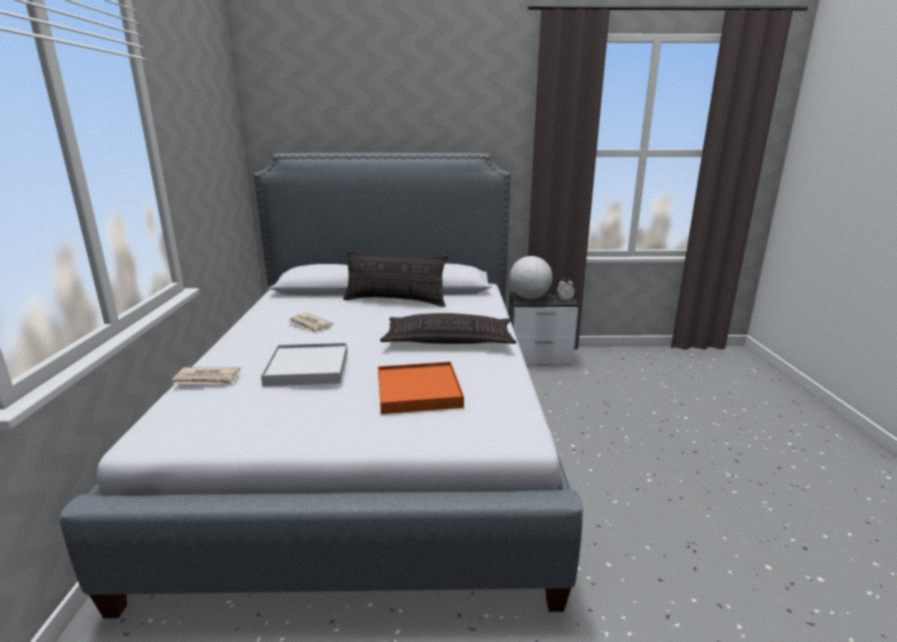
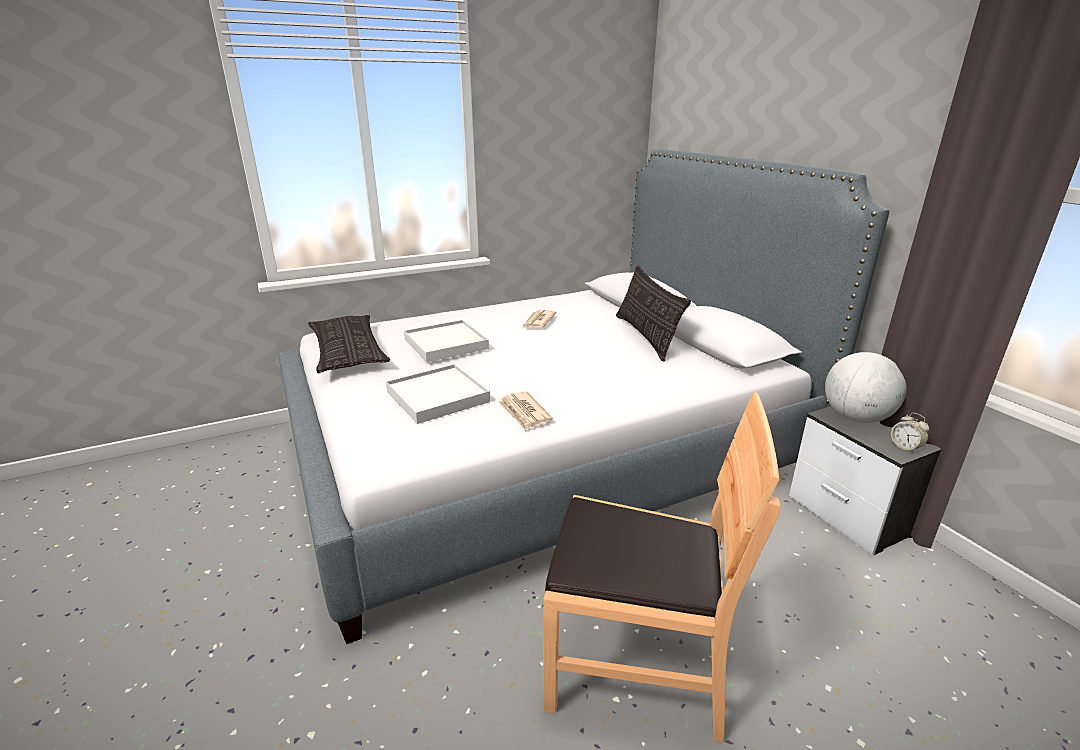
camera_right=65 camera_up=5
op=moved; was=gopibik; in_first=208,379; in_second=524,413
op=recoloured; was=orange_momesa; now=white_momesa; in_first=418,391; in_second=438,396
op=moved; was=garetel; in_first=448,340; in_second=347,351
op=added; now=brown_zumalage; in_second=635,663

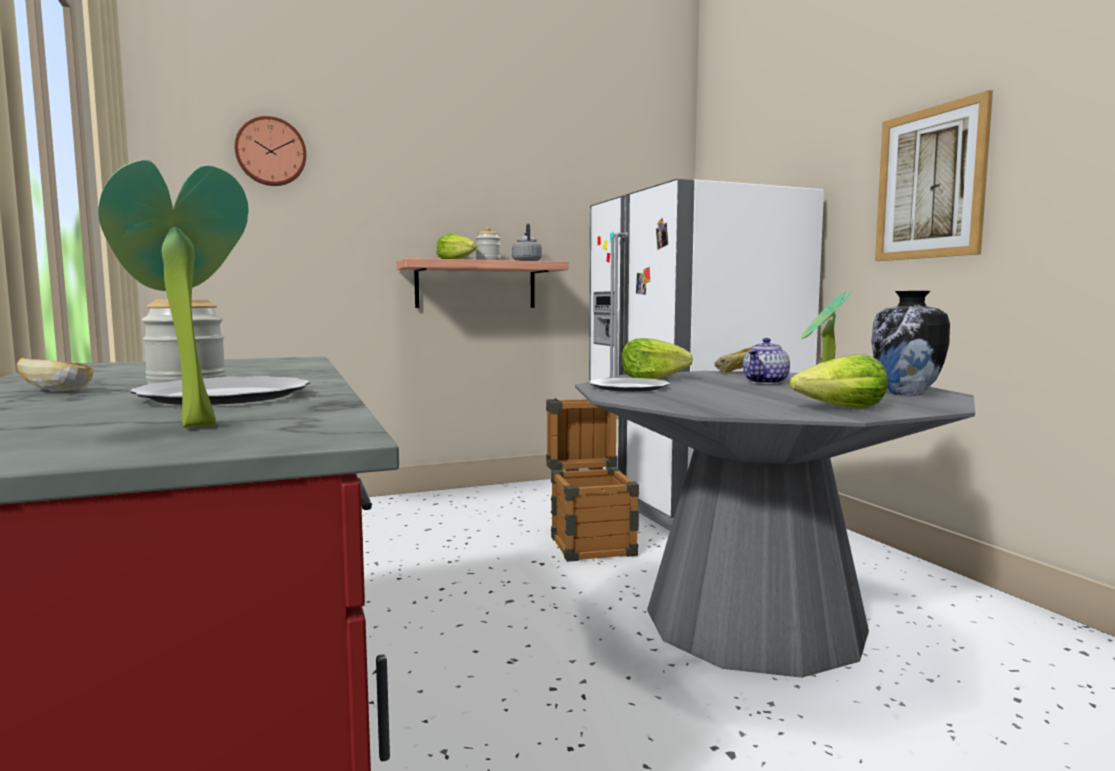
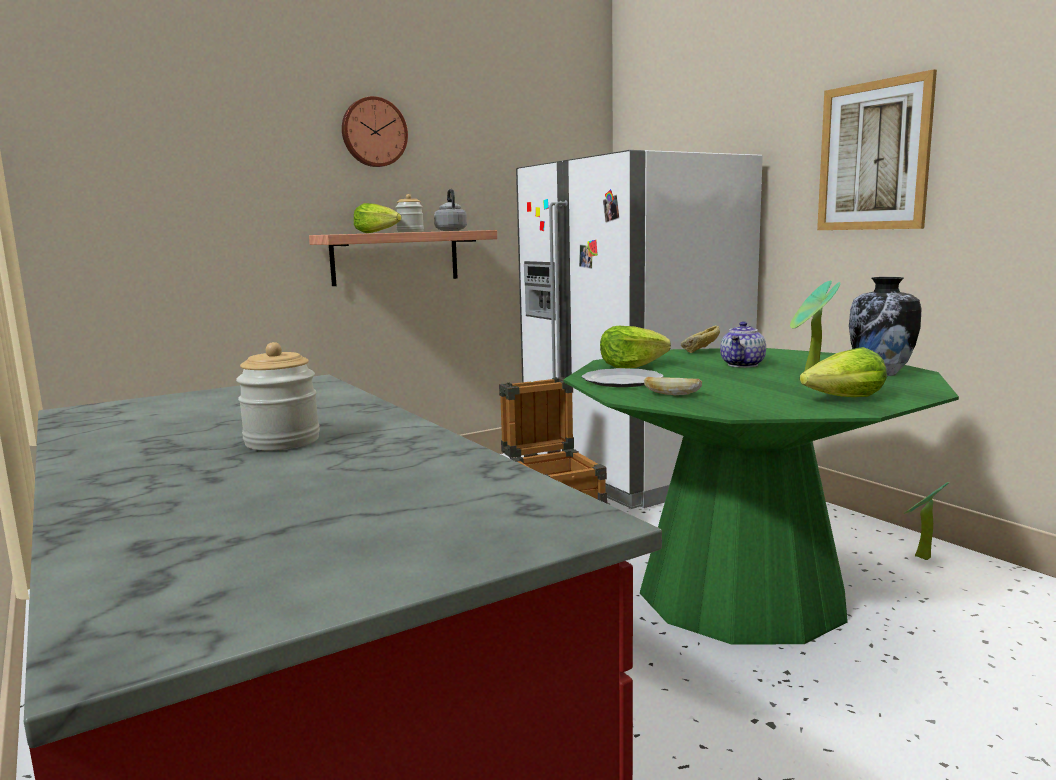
camera_right=-10 camera_up=5
op=moved; was=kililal; in_first=56,390; in_second=672,395
op=moved; was=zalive; in_first=189,425; in_second=920,558
op=removed; was=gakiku; in_first=226,396
op=moved; was=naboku; in_first=271,152; in_second=373,132
op=recoloured; was=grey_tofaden; now=green_tofaden; in_first=754,620; in_second=741,592

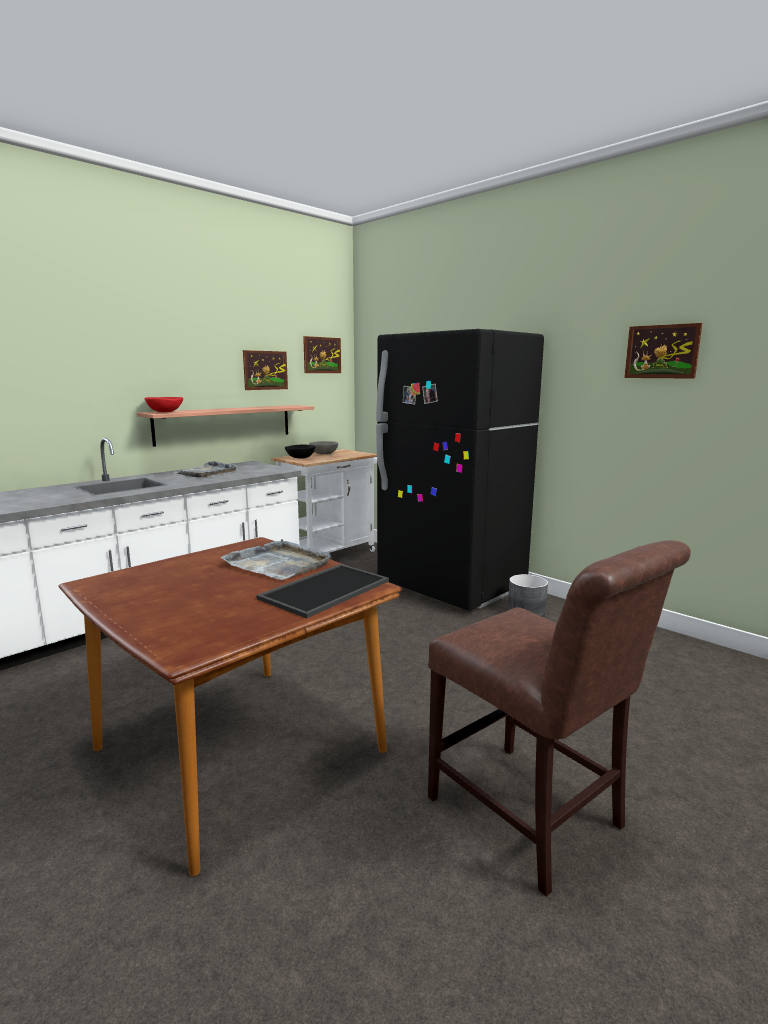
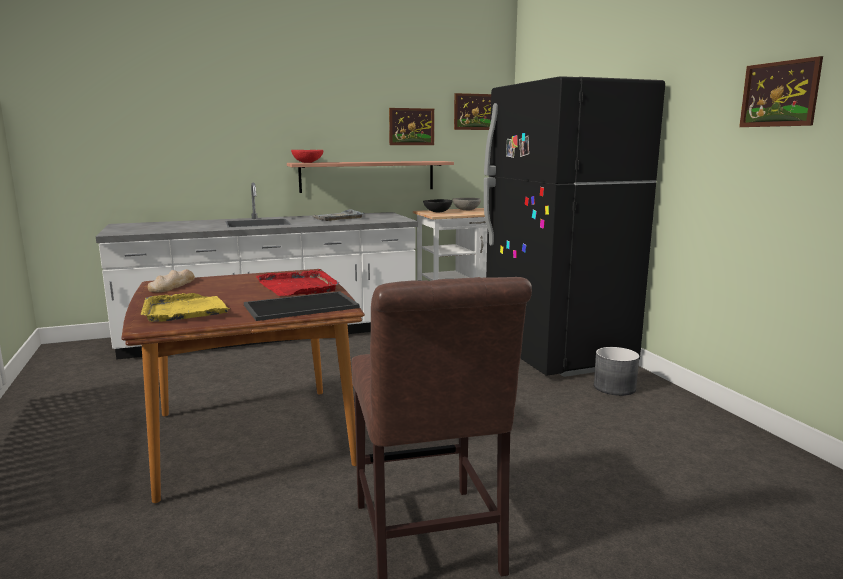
camera_right=25 camera_up=0
op=recoloured; was=grey_momesa; now=red_momesa; in_first=279,563; in_second=299,286
op=added; now=yellow_momesa; in_second=185,311
op=added; now=kililal; in_second=172,285

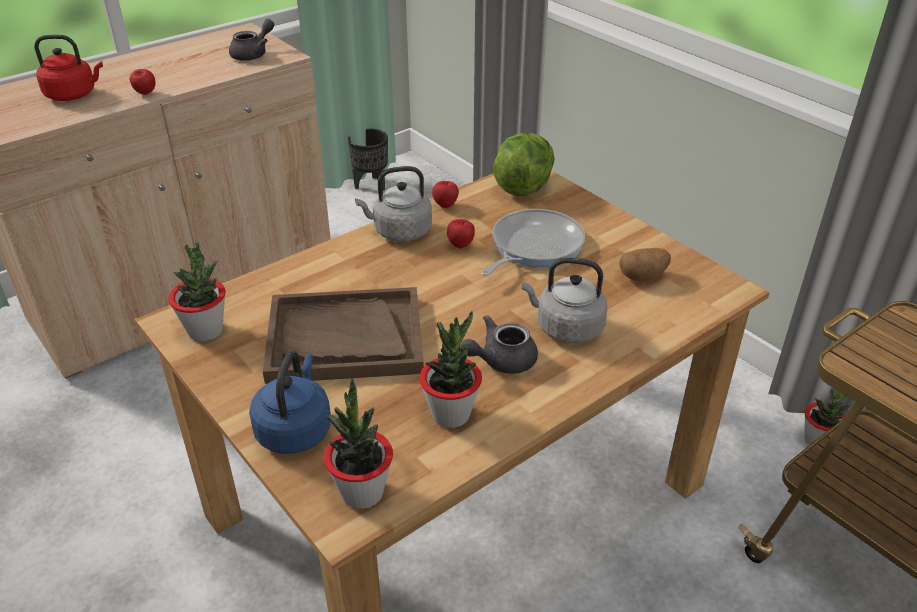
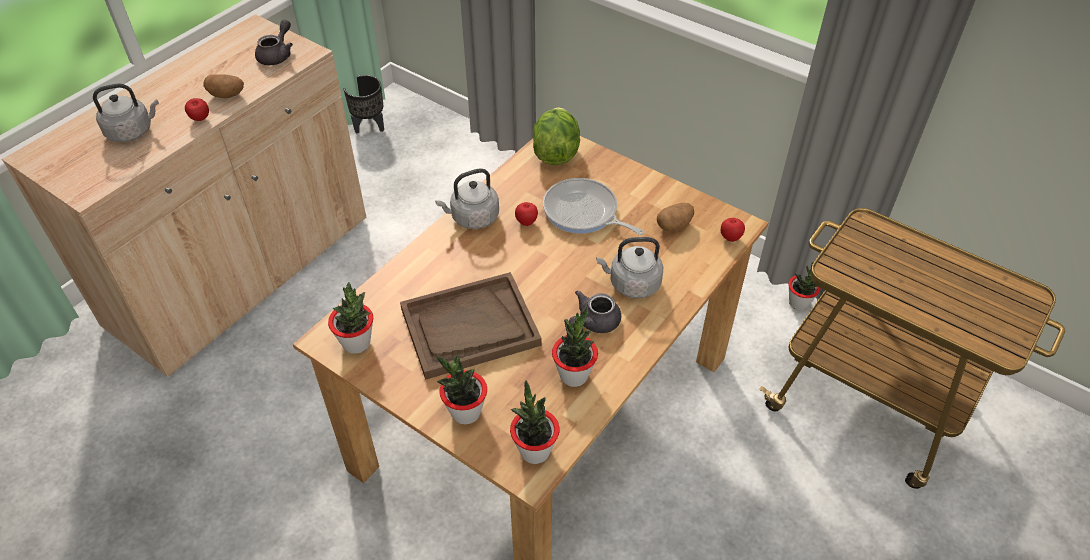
camera_right=-15 camera_up=10
op=recoloured; was=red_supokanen; now=grey_supokanen; in_first=74,95; in_second=132,131
op=replaced; was=blue_supokanen; now=zalive; in_first=295,429; in_second=465,412
op=moved; was=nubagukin; in_first=445,206; in_second=730,238
op=turned; was=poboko; in_first=533,246; in_second=583,213; clockwise=-75
op=added; now=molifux; in_second=227,95

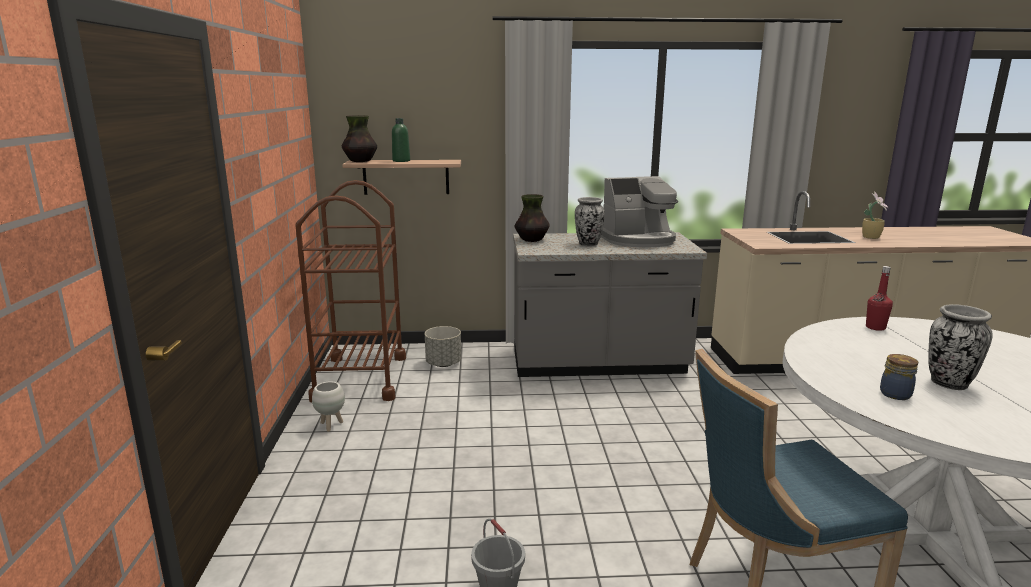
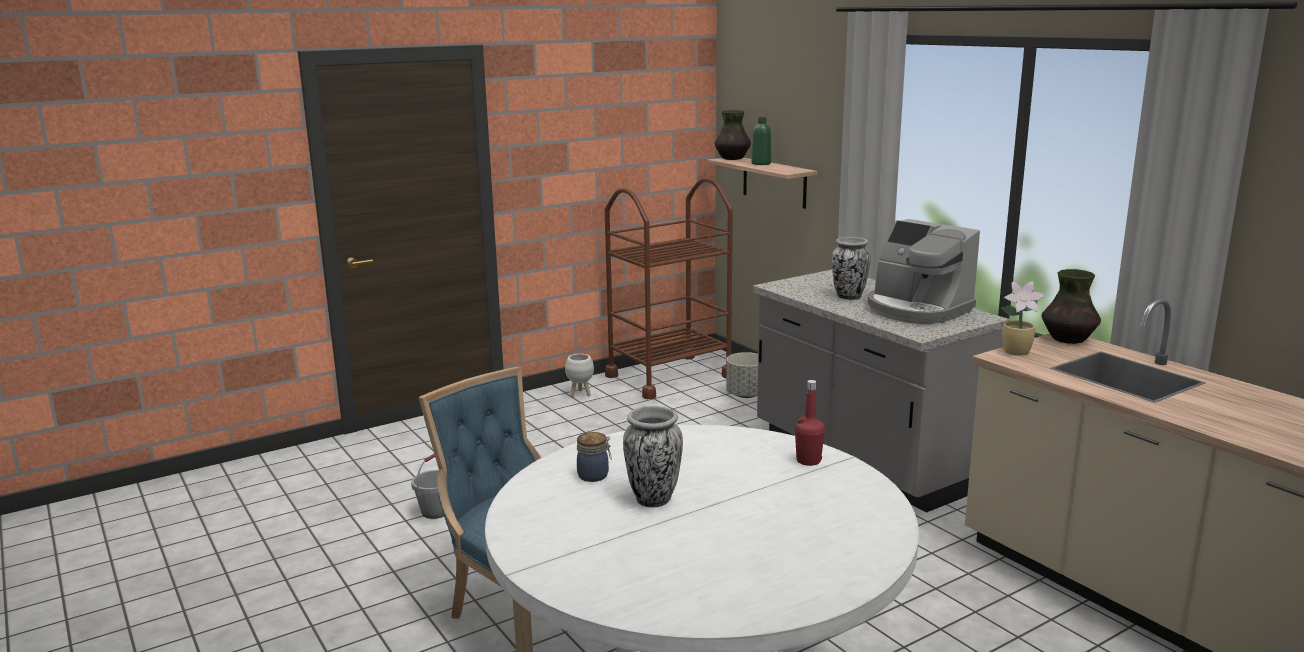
camera_right=60 camera_up=0
op=moved; was=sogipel; in_first=531,240; in_second=1068,340
op=moved; was=zalive; in_first=871,237; in_second=1018,352

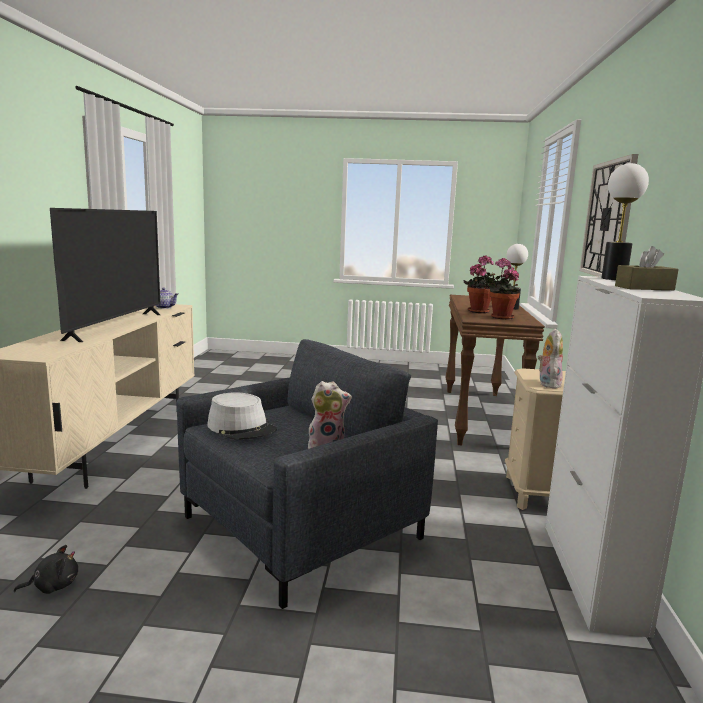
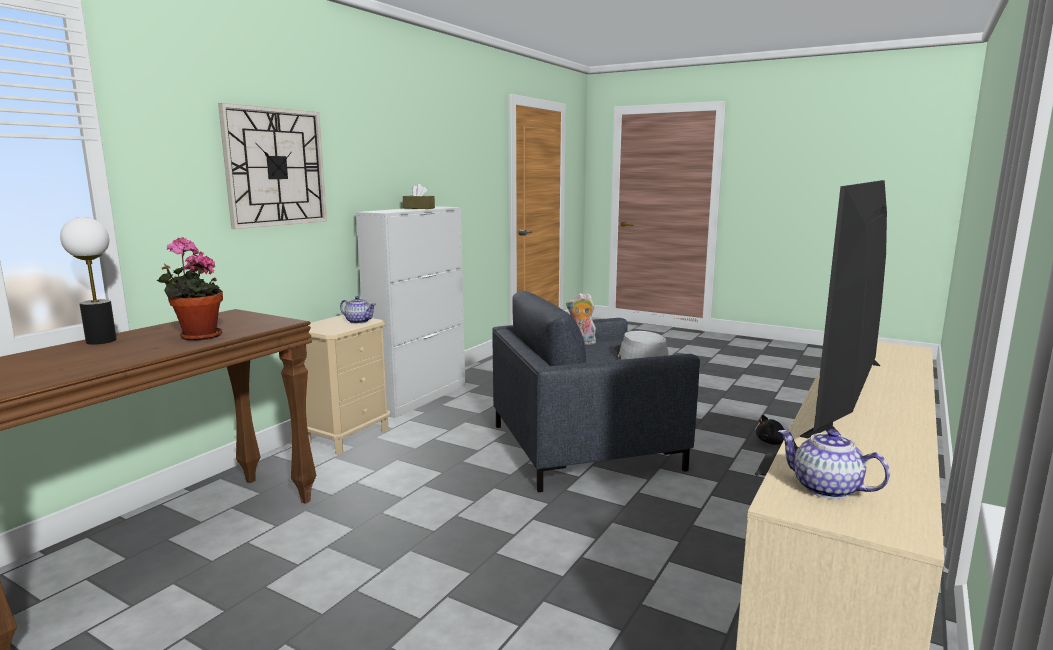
camera_right=-155 camera_up=0
op=removed; was=zalive; in_first=500,317
op=replaced; was=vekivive; now=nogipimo; in_first=547,384; in_second=358,321
op=removed; was=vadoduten; in_first=613,279

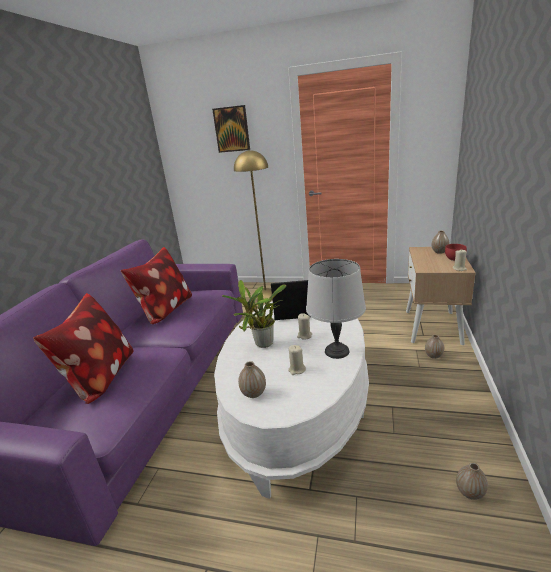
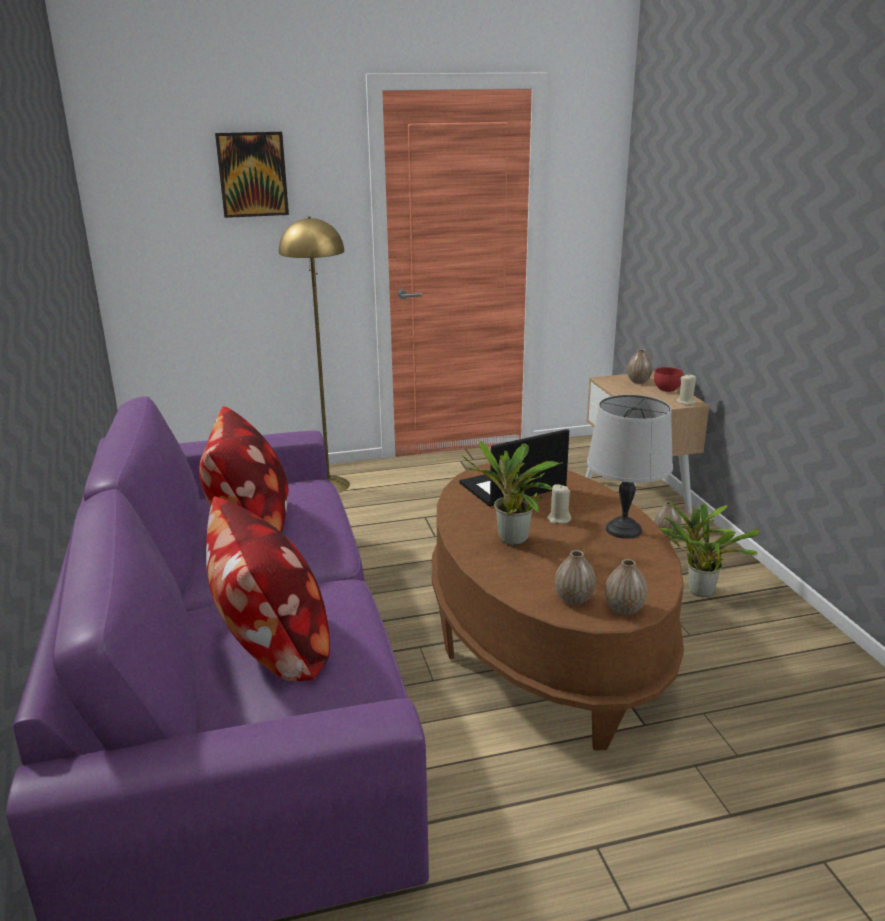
camera_right=-30 camera_up=0
op=recoloured; was=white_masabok; now=brown_masabok; in_first=298,408; in_second=545,639
op=removed; was=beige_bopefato; in_first=296,370
op=moved; was=sogipel; in_first=470,492; in_second=624,609
op=added; now=zalive; in_second=697,590

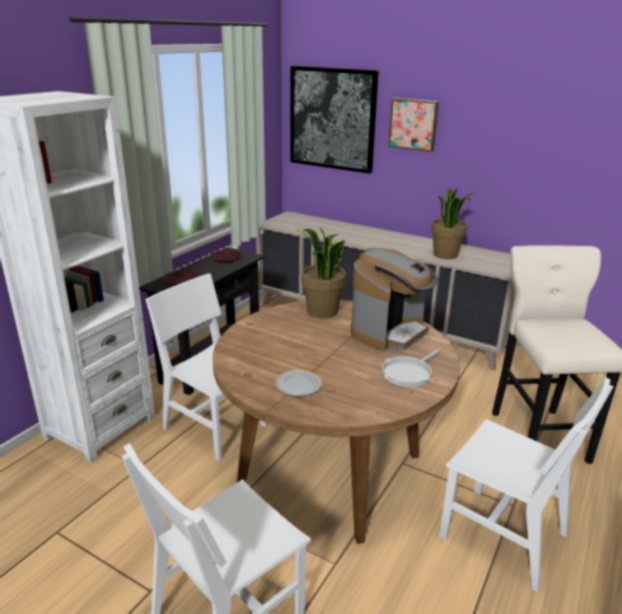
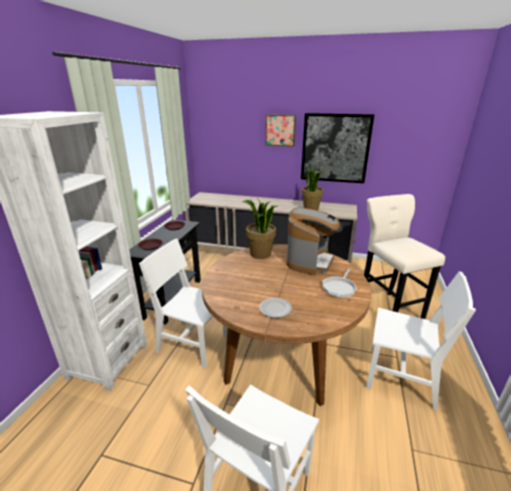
camera_right=-15 camera_up=0
op=moved; was=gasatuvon; in_first=332,119; in_second=335,148

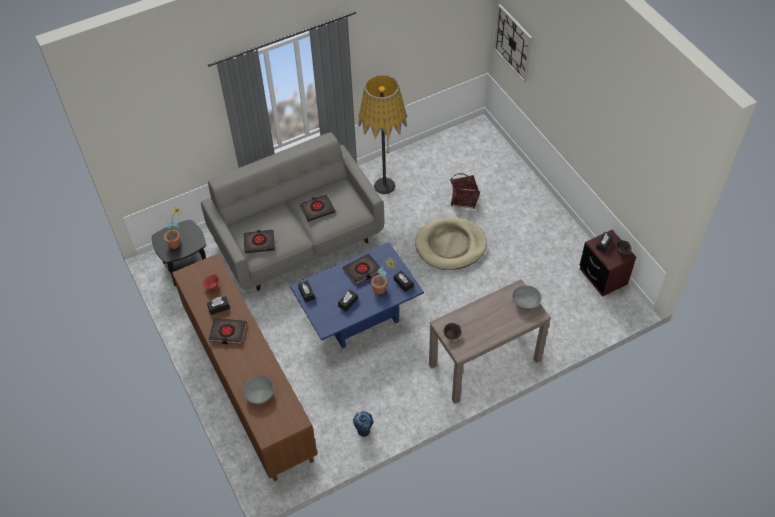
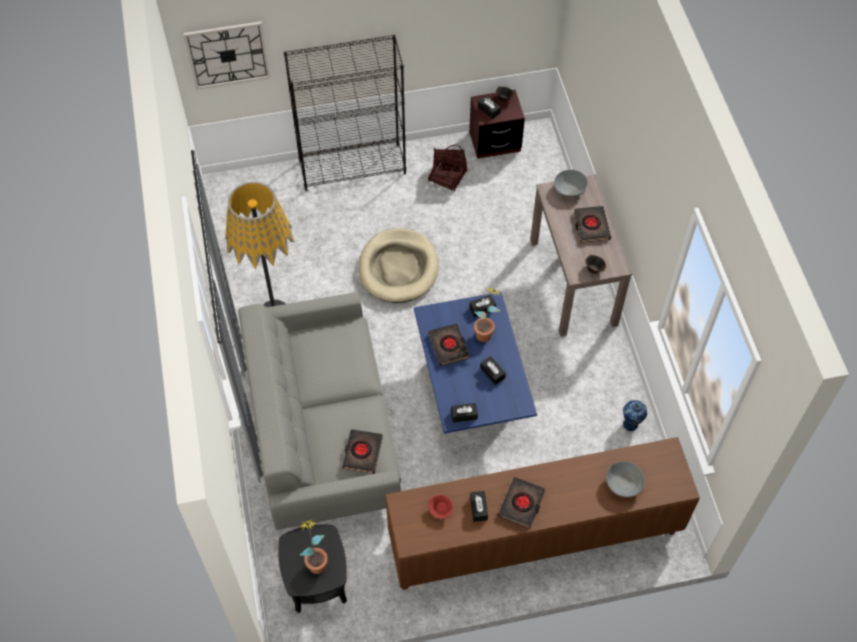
camera_right=-75 camera_up=5
op=moved; was=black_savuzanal; in_first=317,209; in_second=591,226
op=moved; was=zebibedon; in_first=464,199; in_second=447,176
op=added; now=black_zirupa; in_second=353,167

